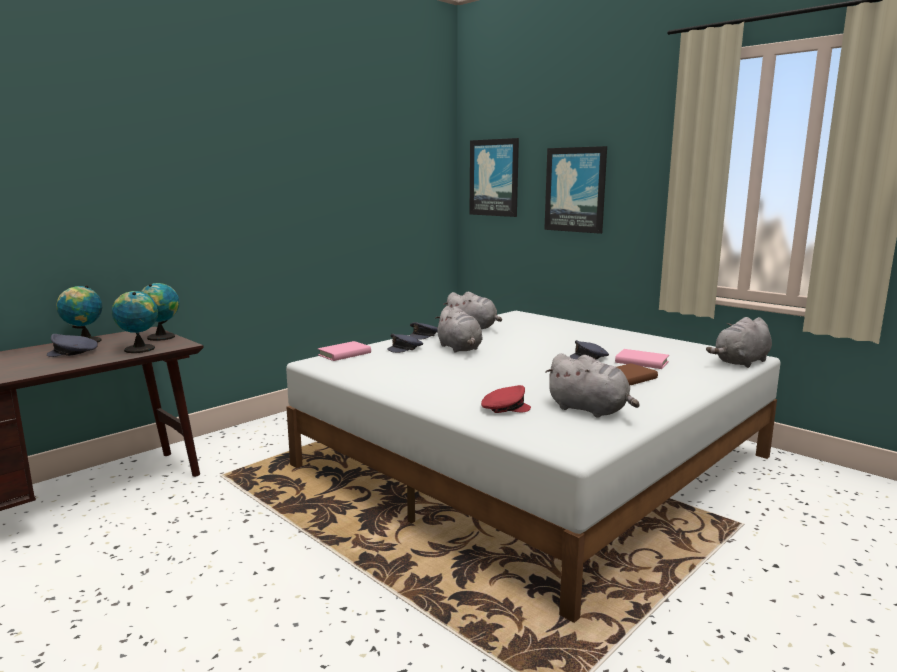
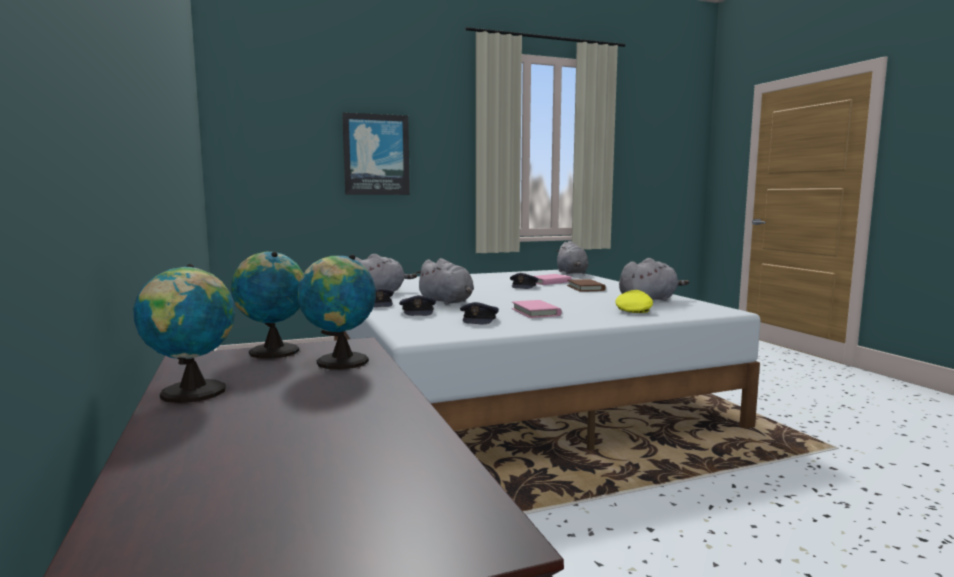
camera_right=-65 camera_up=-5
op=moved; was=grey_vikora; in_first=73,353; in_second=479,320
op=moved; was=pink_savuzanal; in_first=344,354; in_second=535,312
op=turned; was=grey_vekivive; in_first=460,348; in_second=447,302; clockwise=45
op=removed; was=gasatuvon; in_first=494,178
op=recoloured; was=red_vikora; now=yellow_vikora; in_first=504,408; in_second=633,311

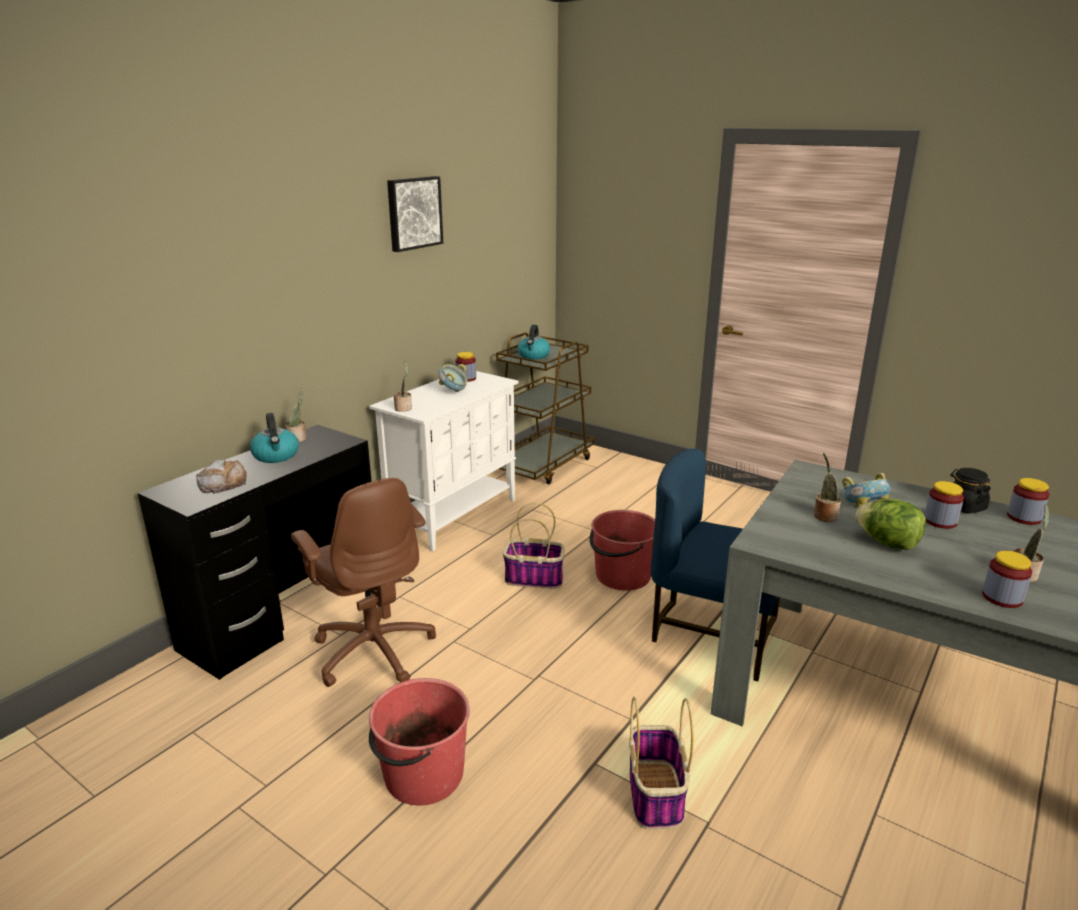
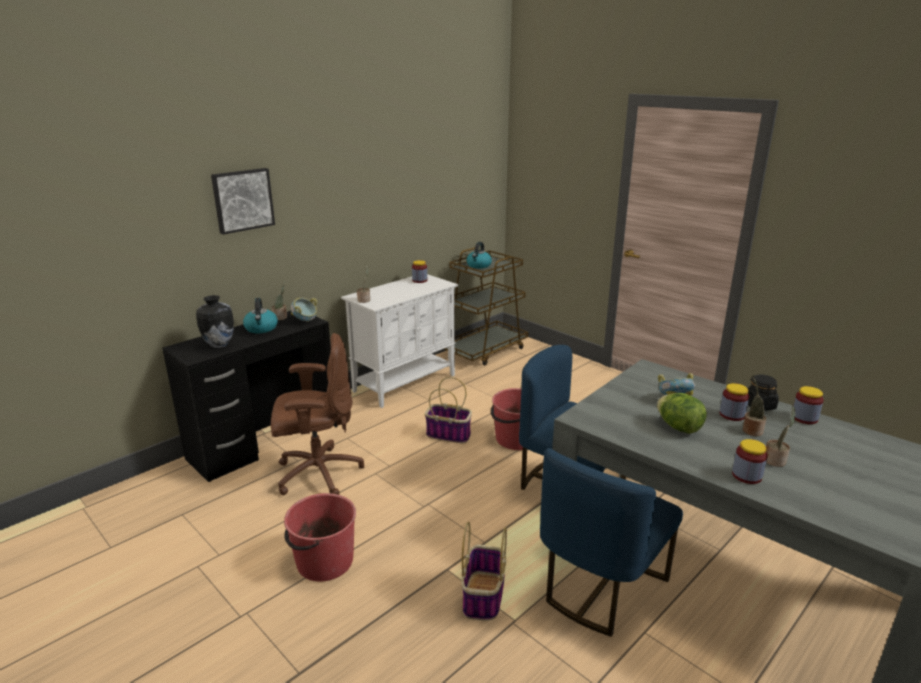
camera_right=10 camera_up=0
op=replaced; was=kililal; now=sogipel; in_first=223,483; in_second=219,345
op=turned; was=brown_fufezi; in_first=374,650; in_second=317,473; clockwise=-75
op=moved; was=gasatuvon; in_first=413,213; in_second=242,200
op=moved; was=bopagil; in_first=453,391; in_second=305,321
op=moved; was=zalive; in_first=824,515; in_second=751,430
op=added; now=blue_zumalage; in_second=600,587

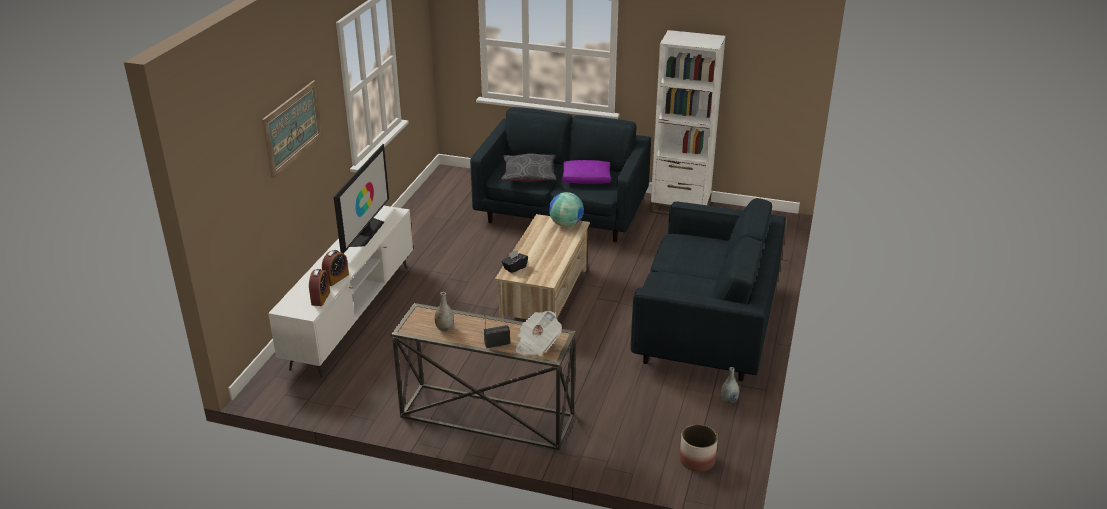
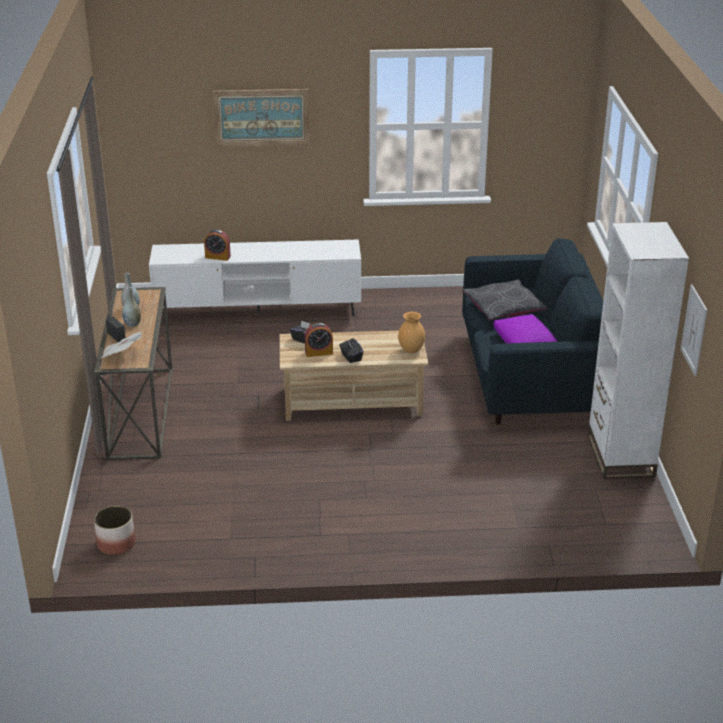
camera_right=70 camera_up=0
op=moved; was=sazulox; in_first=320,298; in_second=319,352
op=removed; was=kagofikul; in_first=365,232
op=replaced; was=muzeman; now=brown_sogipel; in_first=566,224; in_second=411,350
op=removed; was=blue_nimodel; in_first=705,325
op=moved; was=grey_sogipel; in_first=729,400; in_second=132,324
op=added; now=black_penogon; in_second=351,357
op=added; now=gasatuvon; in_second=694,330

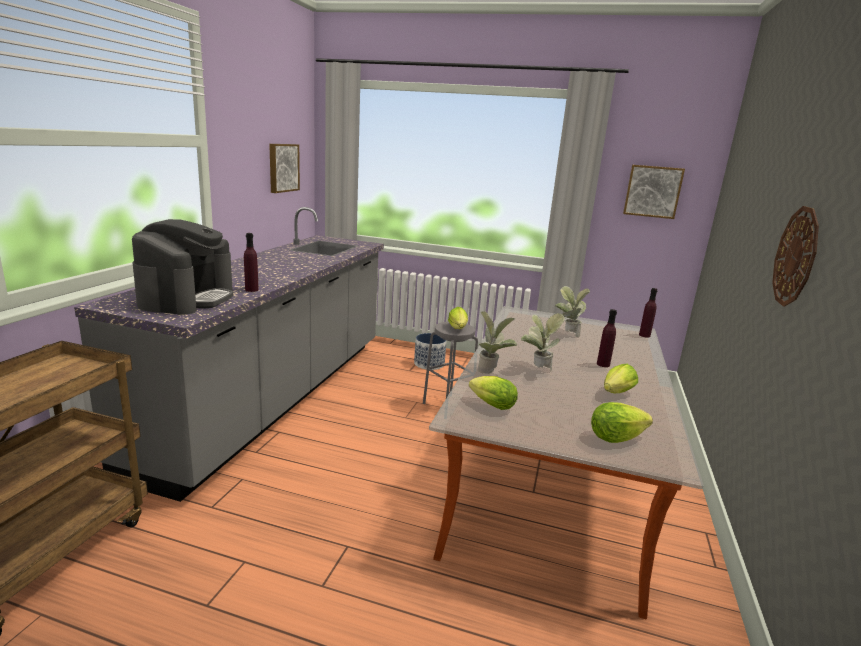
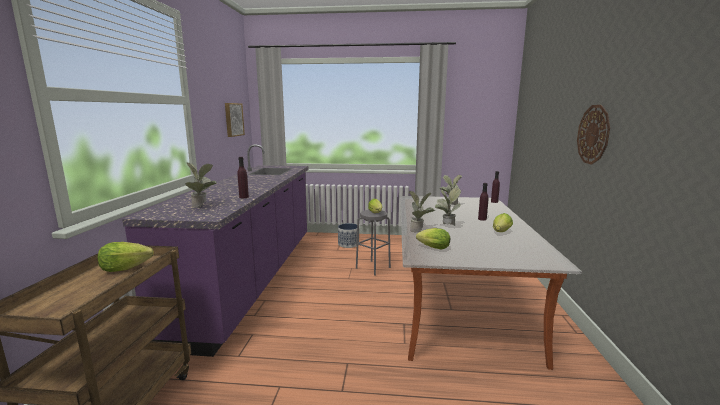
camera_right=-10 camera_up=-5
op=recoloured; was=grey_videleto; now=purple_videleto; in_first=276,397; in_second=253,279
op=replaced; was=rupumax; now=zalive; in_first=187,298; in_second=203,206
op=moved; was=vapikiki; in_first=615,437; in_second=125,268
op=removed; was=gasatuvon; in_first=652,191

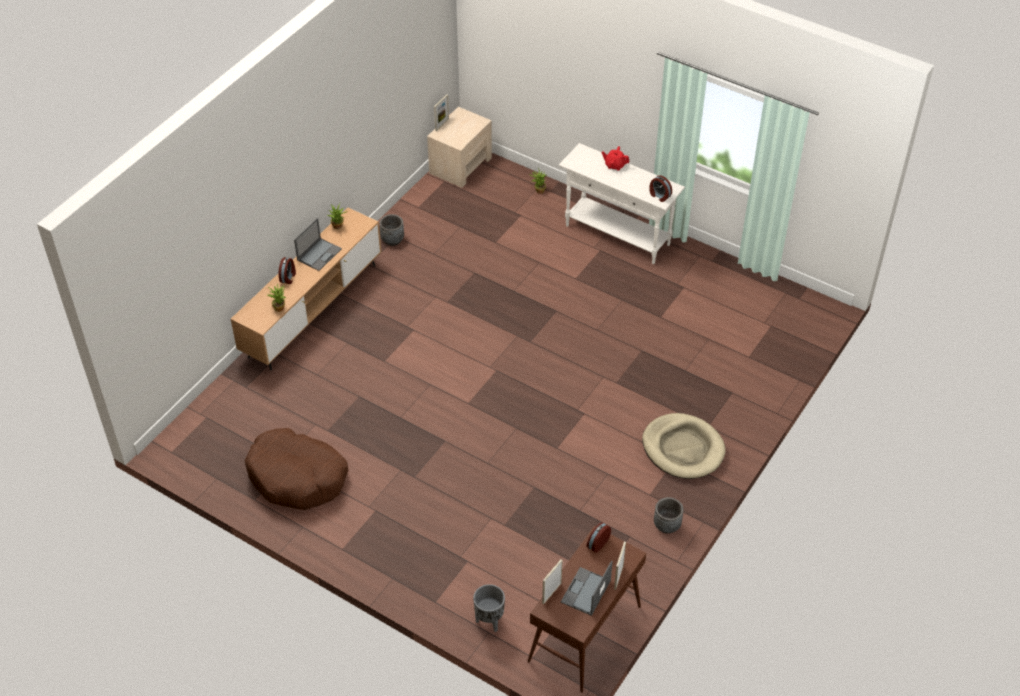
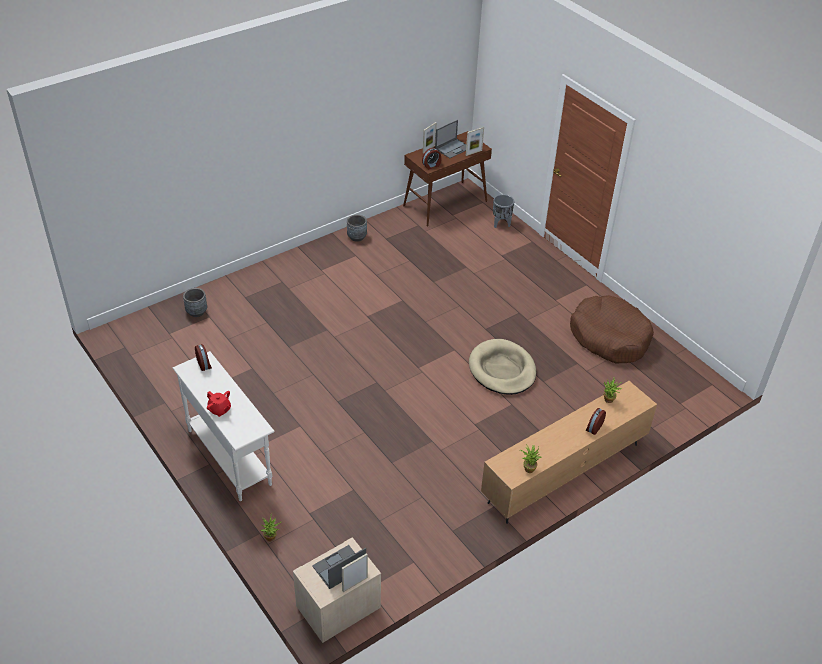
camera_right=-160 camera_up=-5
op=moved; was=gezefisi; in_first=319,254; in_second=338,567
op=moved; was=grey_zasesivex; in_first=392,240; in_second=196,312
op=moved; was=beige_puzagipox; in_first=683,448; in_second=502,370

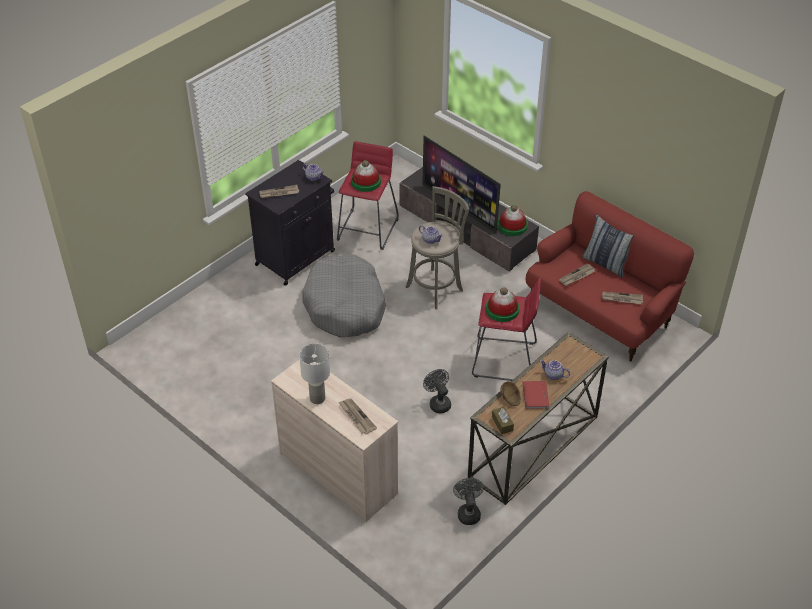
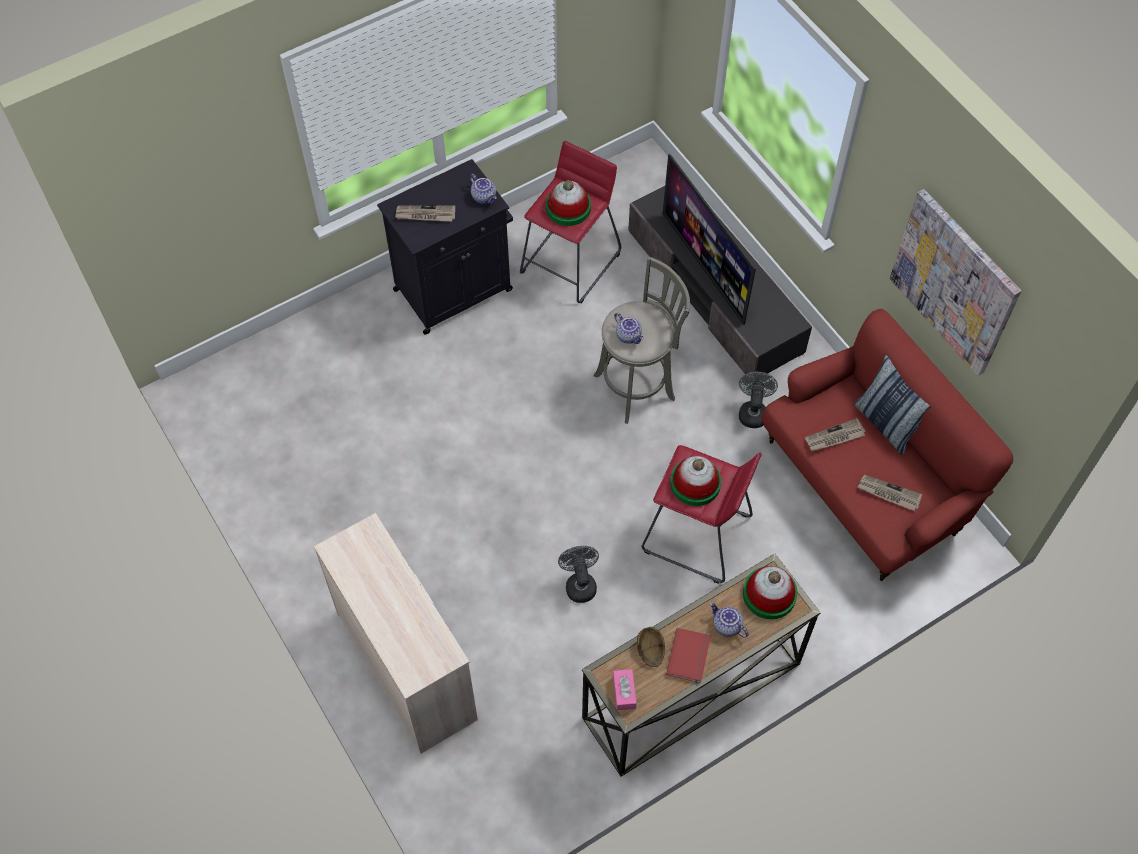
camera_right=15 camera_up=15
op=removed; was=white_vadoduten; in_first=318,398
op=removed; was=grey_puzagipox; in_first=345,306
op=removed; was=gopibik; in_first=356,417
op=moved; was=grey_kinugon; in_first=468,512; in_second=753,411
op=recoloured; was=brown_penogon; now=pink_penogon; in_first=502,423; in_second=624,692
op=moved; was=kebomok; in_first=512,226; in_second=769,594
op=added; now=gasatuvon; in_second=955,282

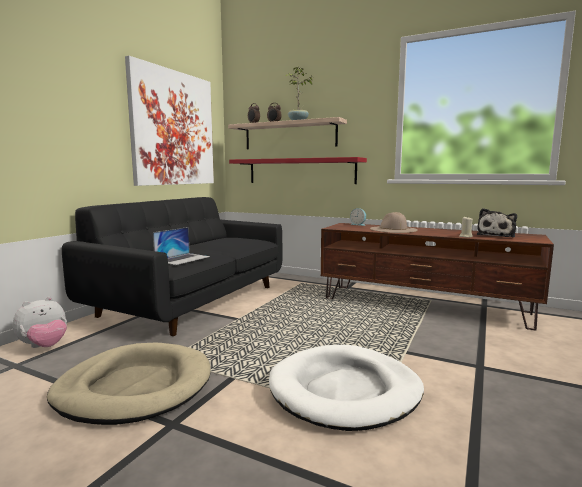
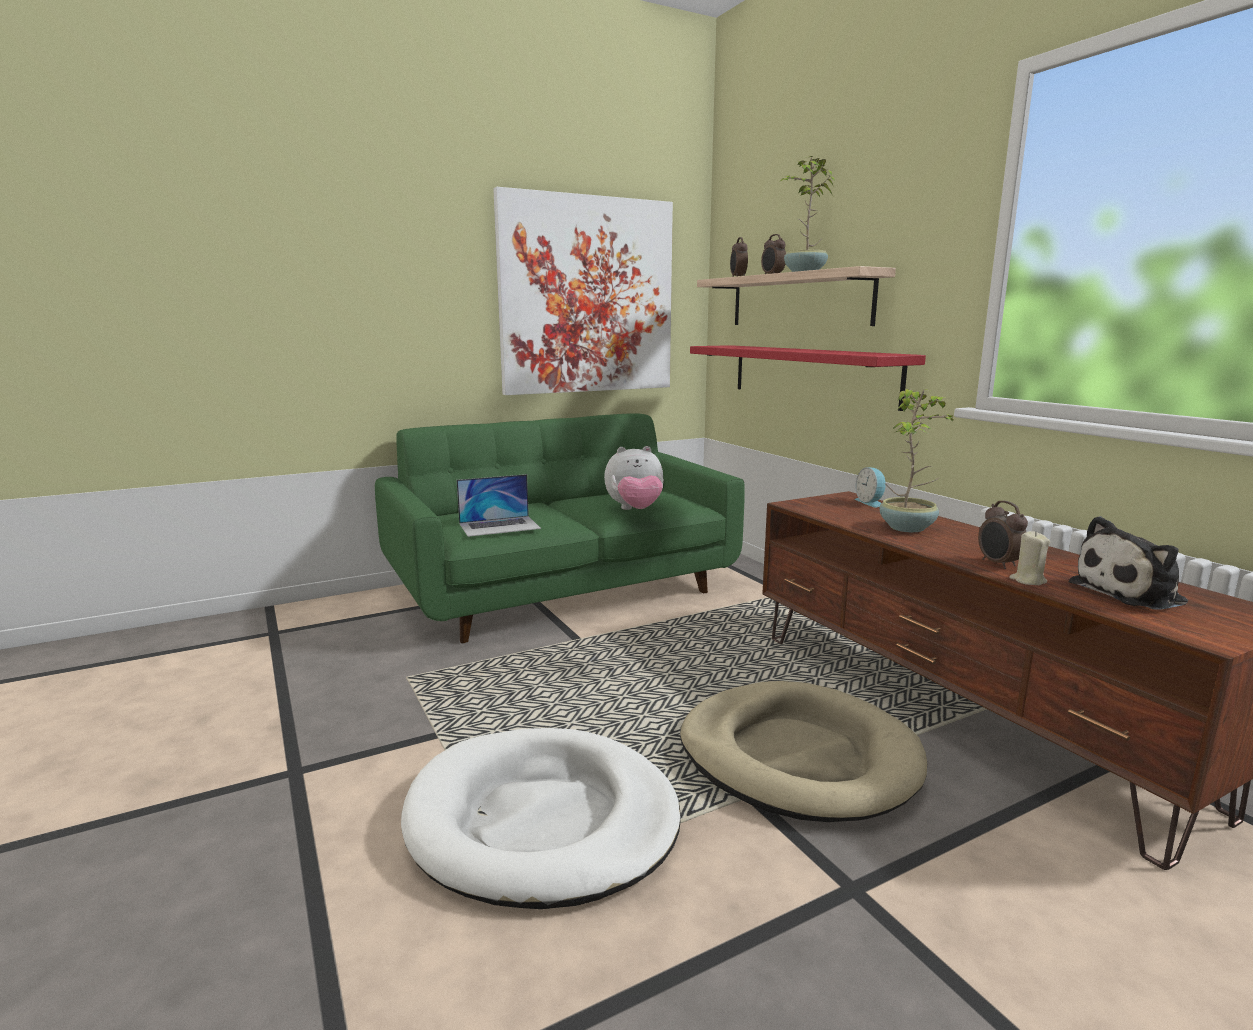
camera_right=35 camera_up=5
op=moved; was=vekivive; in_first=44,346; in_second=635,510
op=moved; was=beige_puzagipox; in_first=135,387; in_second=797,757
op=recoloured; was=black_nimodel; now=green_nimodel; in_first=193,300; in_second=563,590
op=replaced; was=beige_kebomok; now=zalive; in_first=393,229; in_second=908,528
op=added; now=sazulox; in_second=998,564

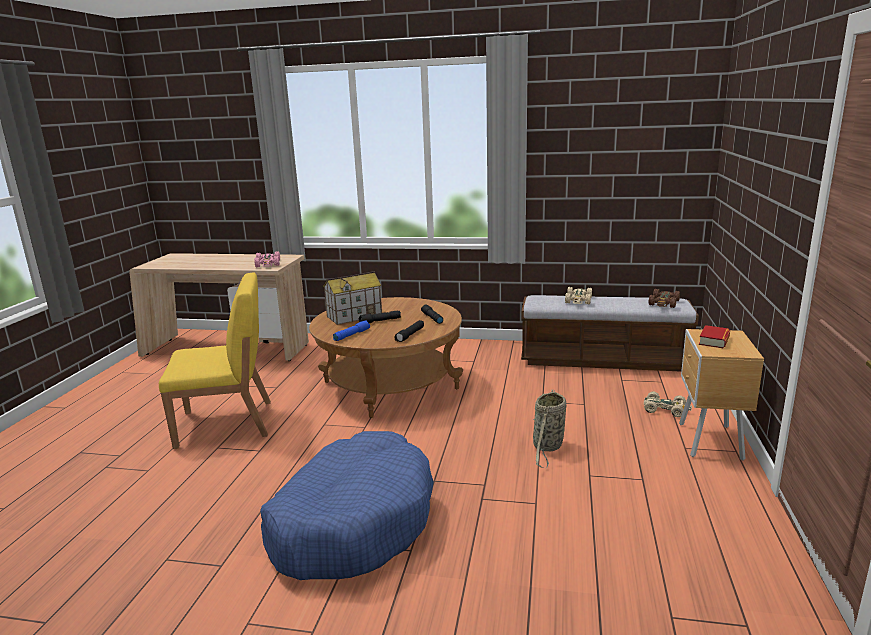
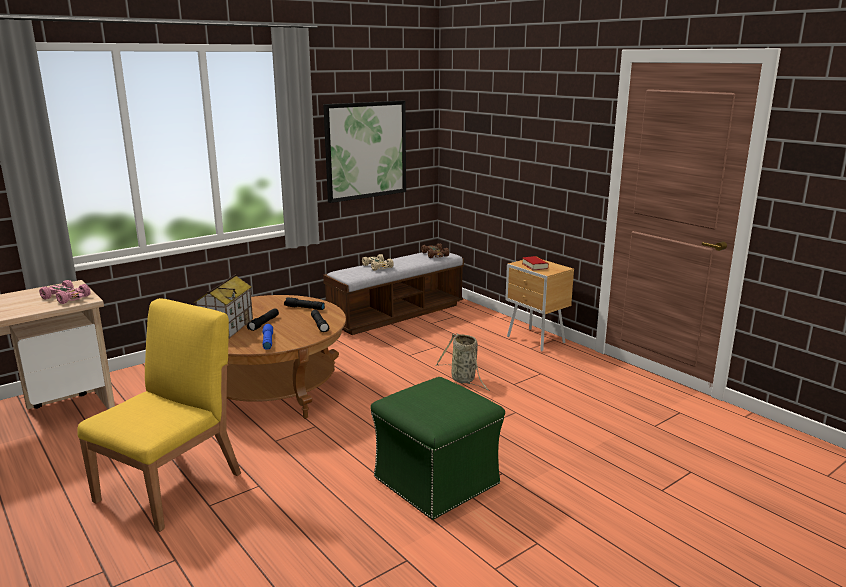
camera_right=-50 camera_up=0
op=replaced; was=blue_puzagipox; now=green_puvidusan; in_first=352,521; in_second=437,481
op=removed; was=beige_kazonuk; in_first=665,409
op=added; now=gasatuvon; in_second=365,150

